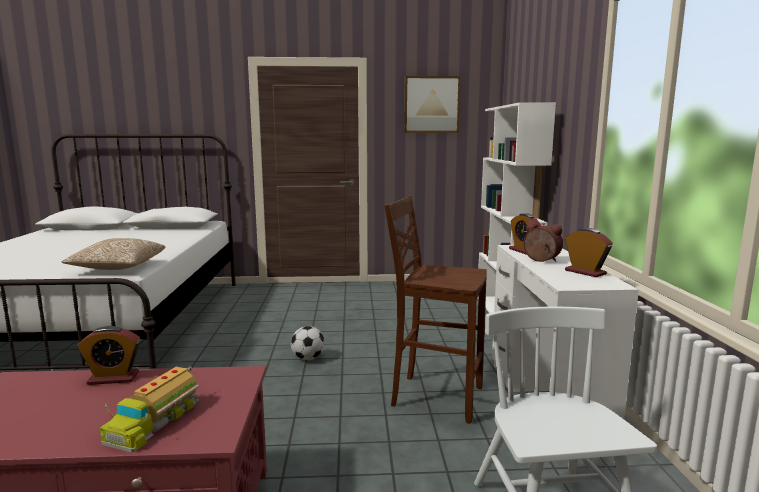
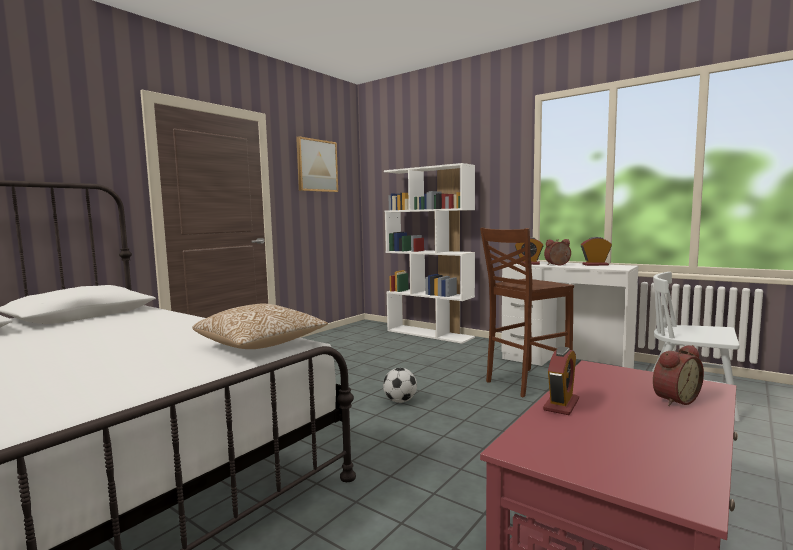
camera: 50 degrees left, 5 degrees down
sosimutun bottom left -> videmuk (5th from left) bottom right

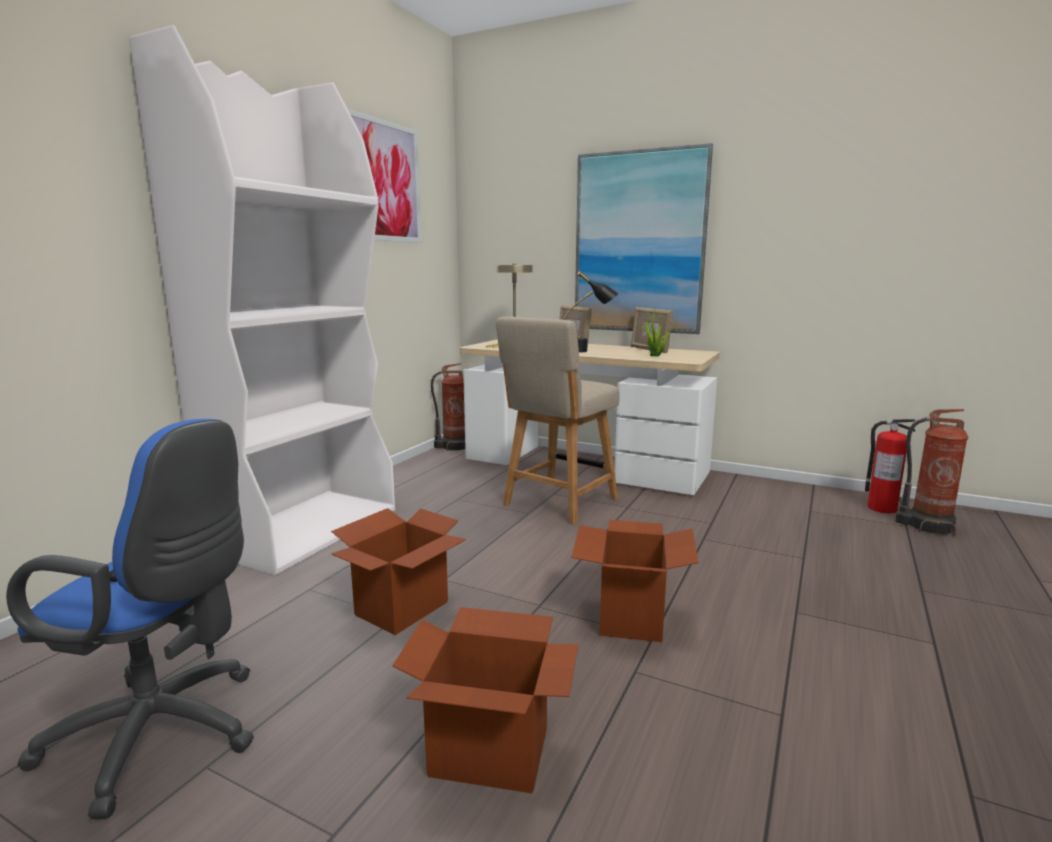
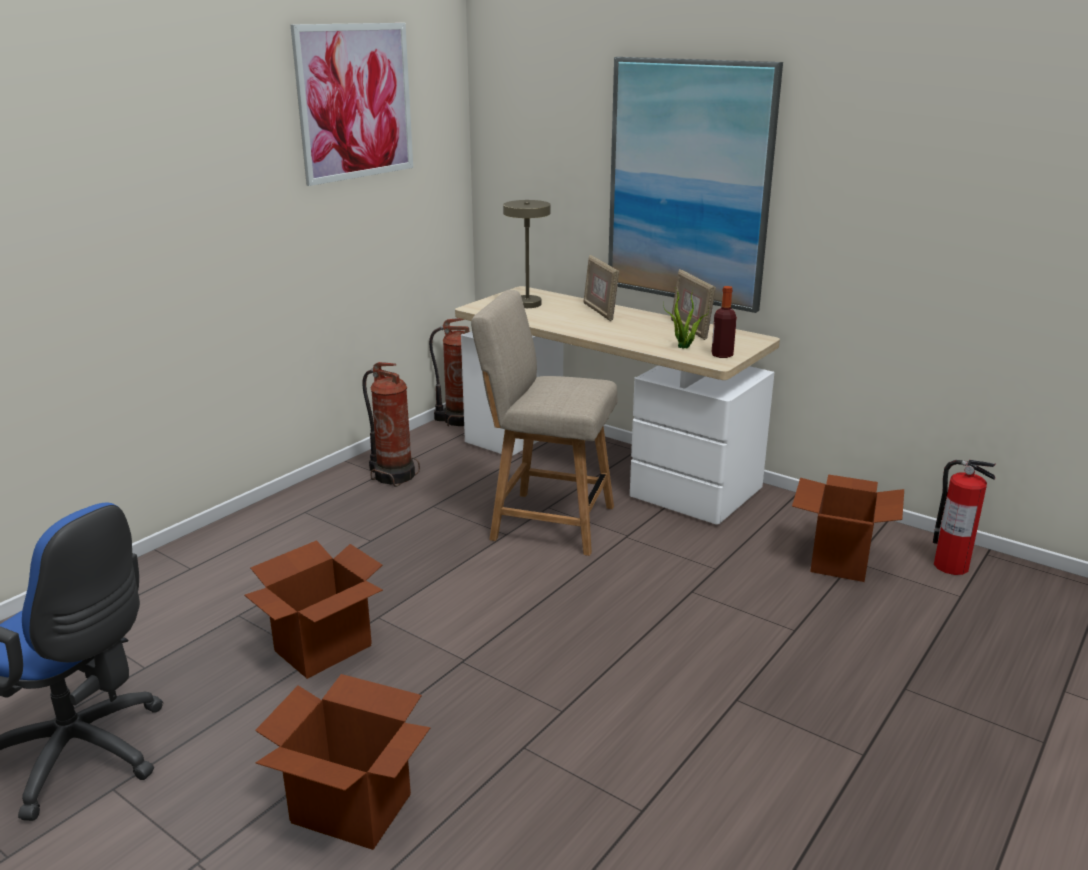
camera: 10 degrees right, 10 degrees up
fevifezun (3rd from left in the first image) middle right -> fevifezun (1st from left) centre, moved
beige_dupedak centre, 60 degrees clockwise
none -> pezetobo centre
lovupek (3rd from left) bottom centre -> lovupek (3rd from left) middle right, moved
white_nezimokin middle left -> none
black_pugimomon centre -> none

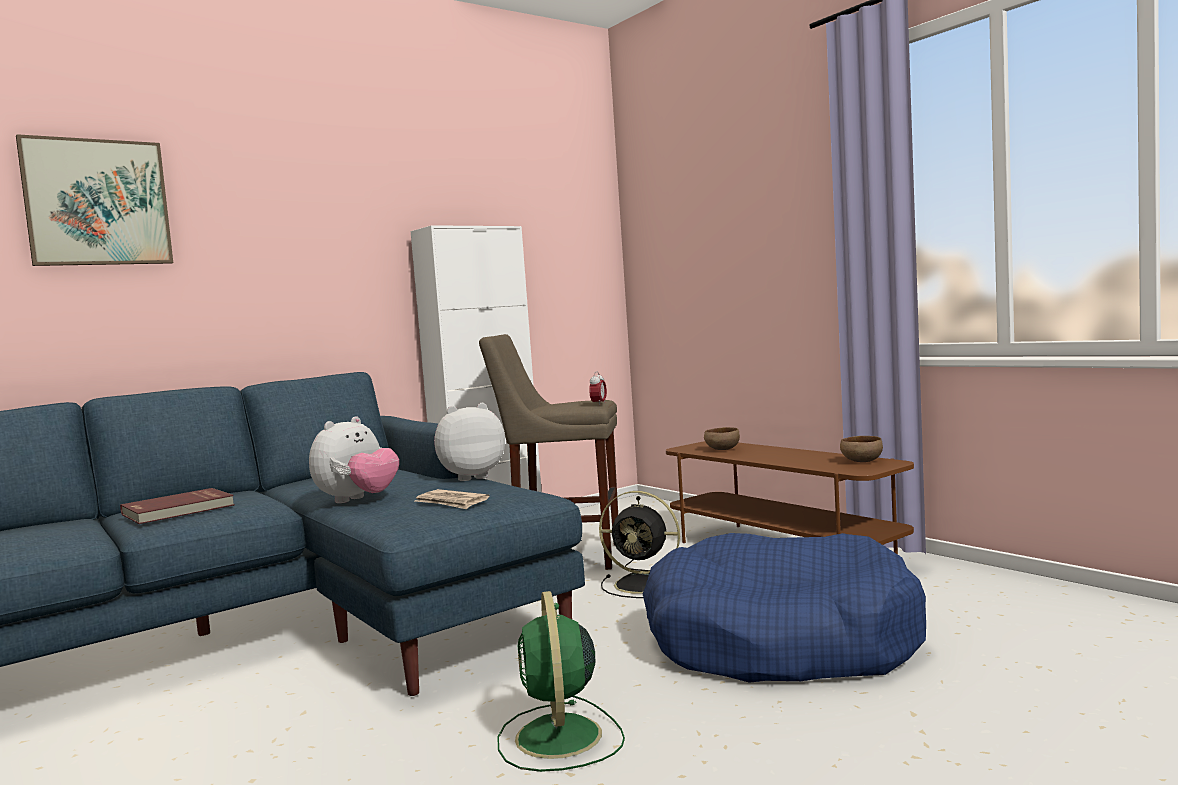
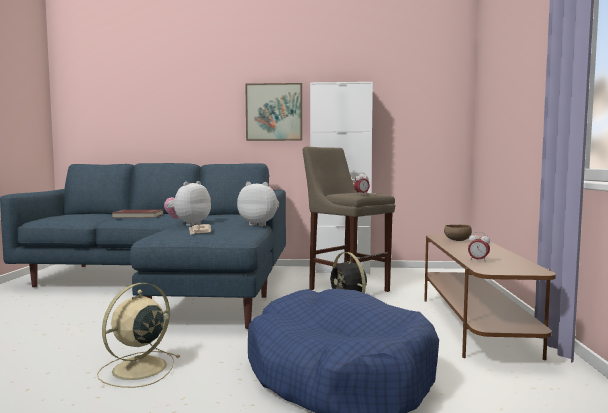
camera: 40 degrees right, 0 degrees up
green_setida bottom centre -> beige_setida bottom left
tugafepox (1st from left) middle left, 135 degrees clockwise
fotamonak top left -> fotamonak top centre, moved
none -> videmuk (2nd from left) middle right
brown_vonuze (2nd from left) middle right -> none

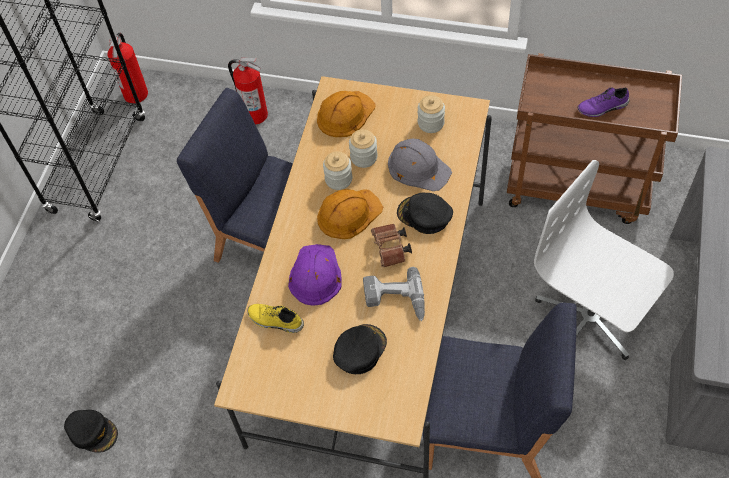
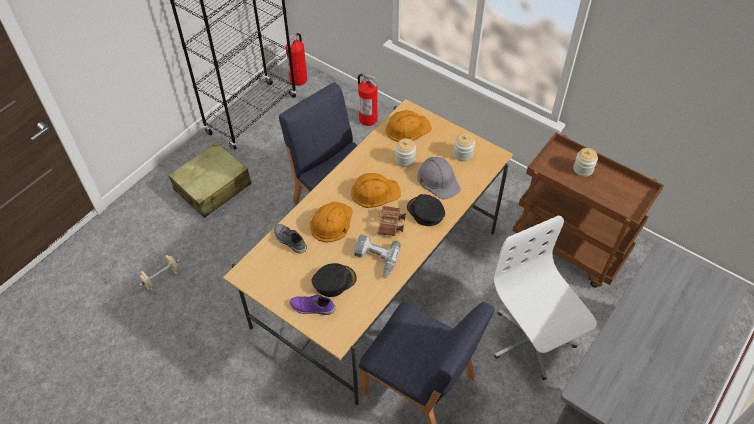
camera: 20 degrees right, 5 degrees down
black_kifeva (1st from left) bottom left -> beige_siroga middle left
none -> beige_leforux middle left
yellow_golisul centre -> grey_golisul centre
purple_golisul top right -> purple_golisul bottom centre, moved
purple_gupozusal centre -> orange_gupozusal (1st from left) centre
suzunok (1st from left in the first image) centre -> suzunok (3rd from left) middle right, moved

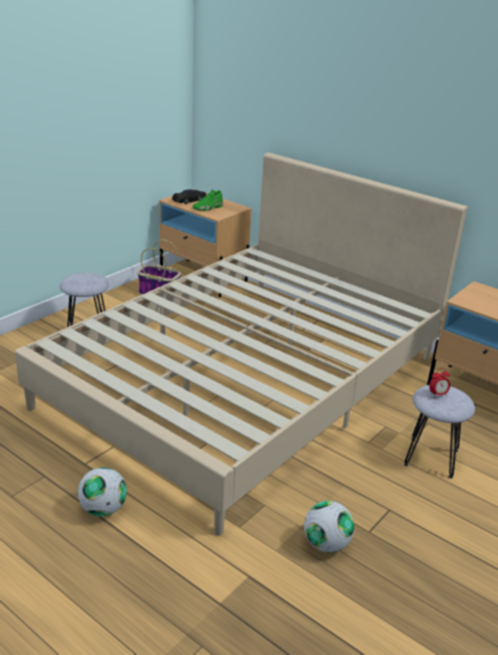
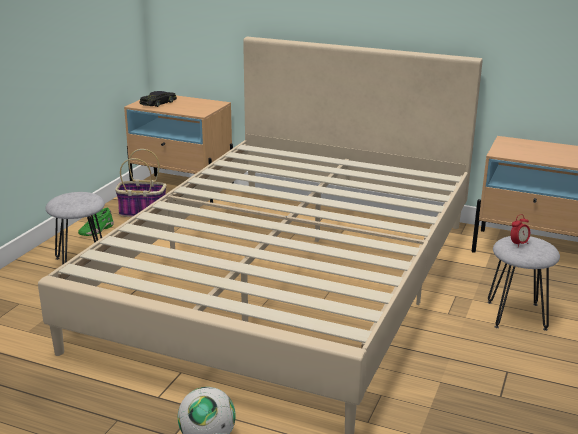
camera: 15 degrees left, 5 degrees down
green_golisul top centre -> green_golisul middle left, moved
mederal (2nd from left) bottom centre -> none

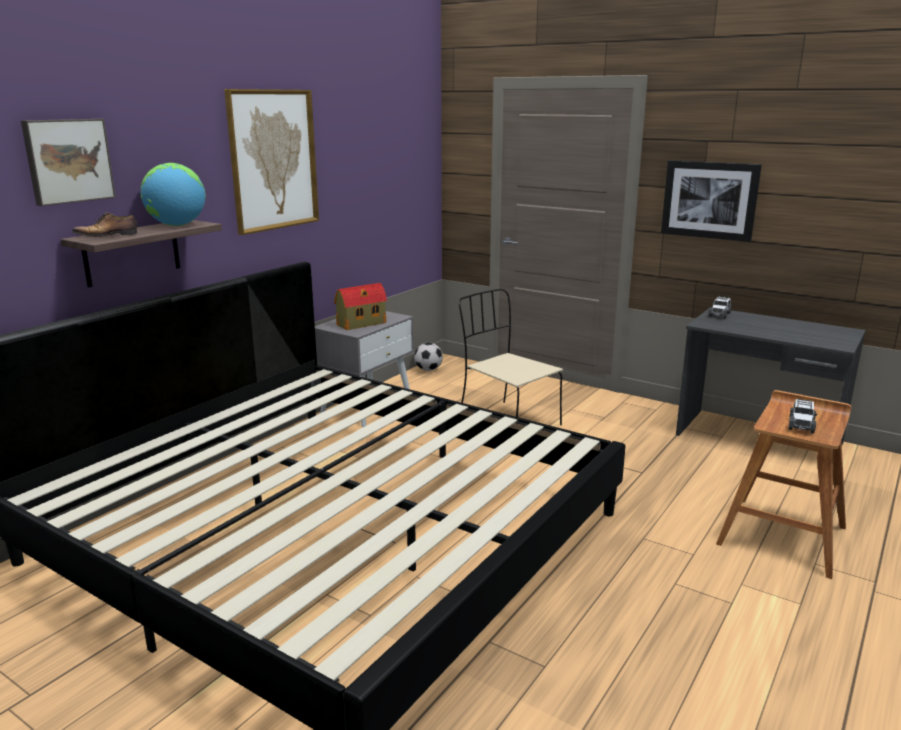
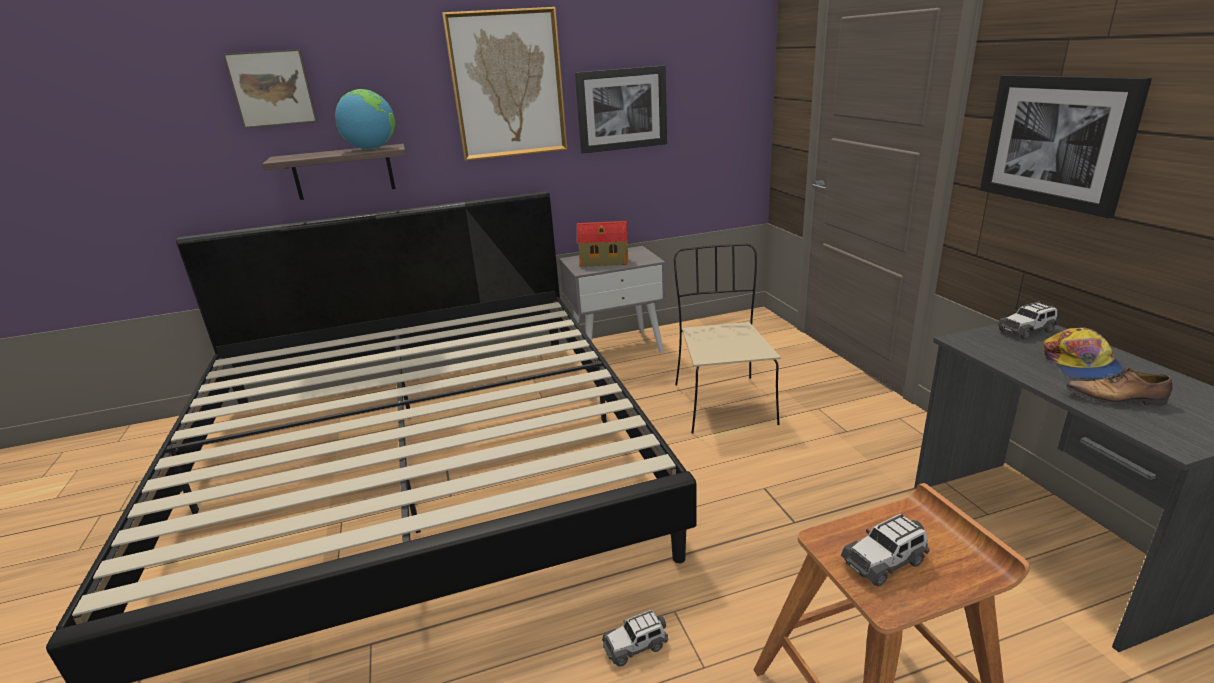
camera: 40 degrees right, 5 degrees up
none -> fotamonak (3rd from left) top centre
none -> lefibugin (1st from left) bottom centre
none -> kifeva middle right
golisul top left -> golisul middle right, moved
mederal centre -> none

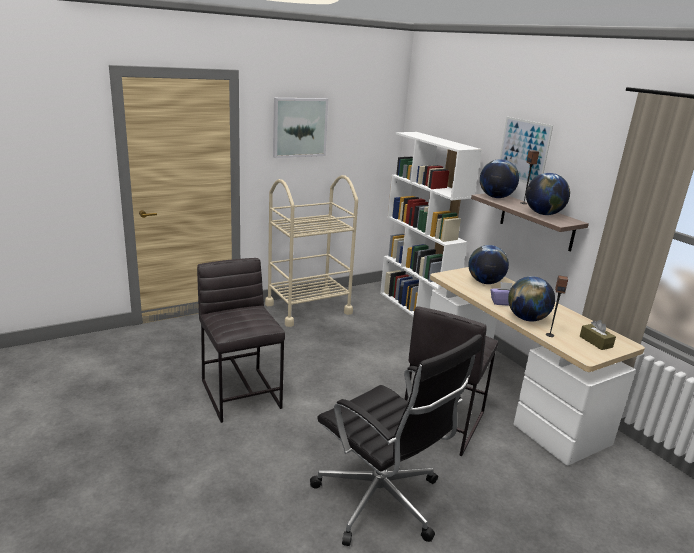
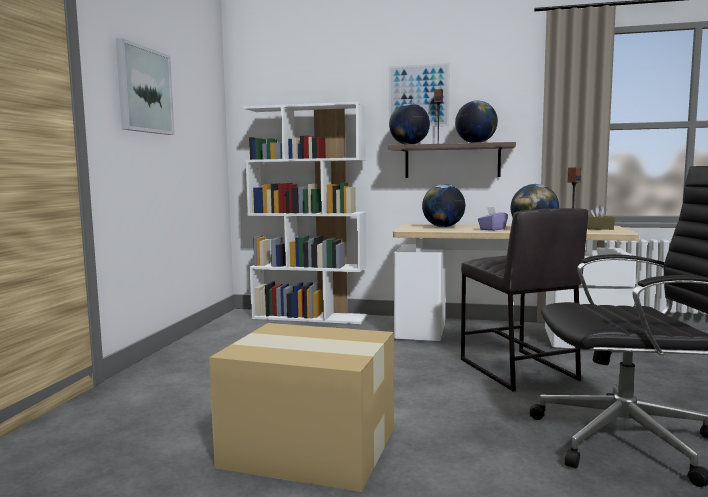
camera: 45 degrees left, 15 degrees down
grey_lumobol (1st from left) centre -> lovupek bottom centre
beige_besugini centre -> none

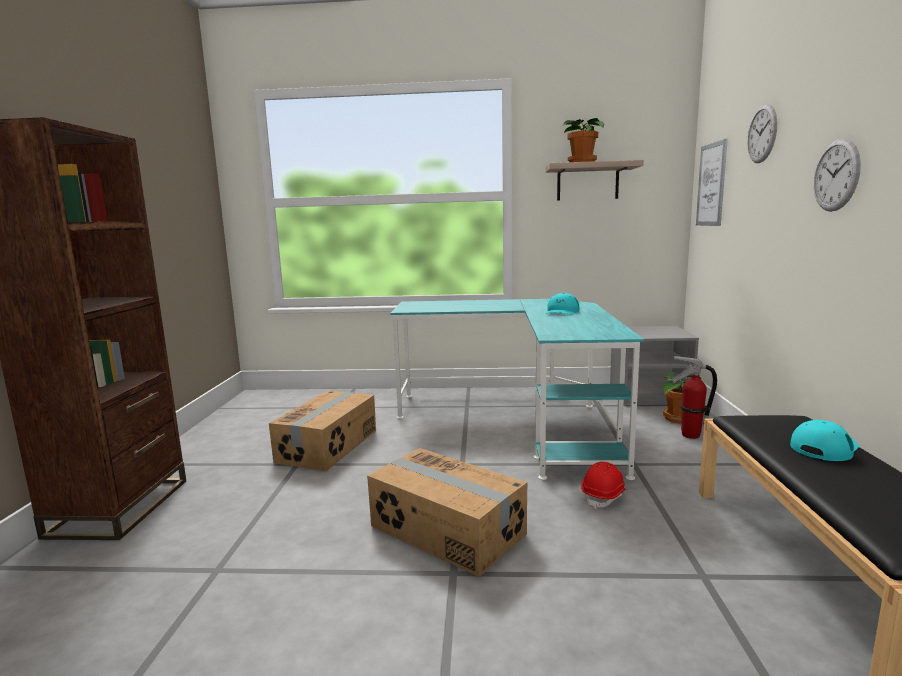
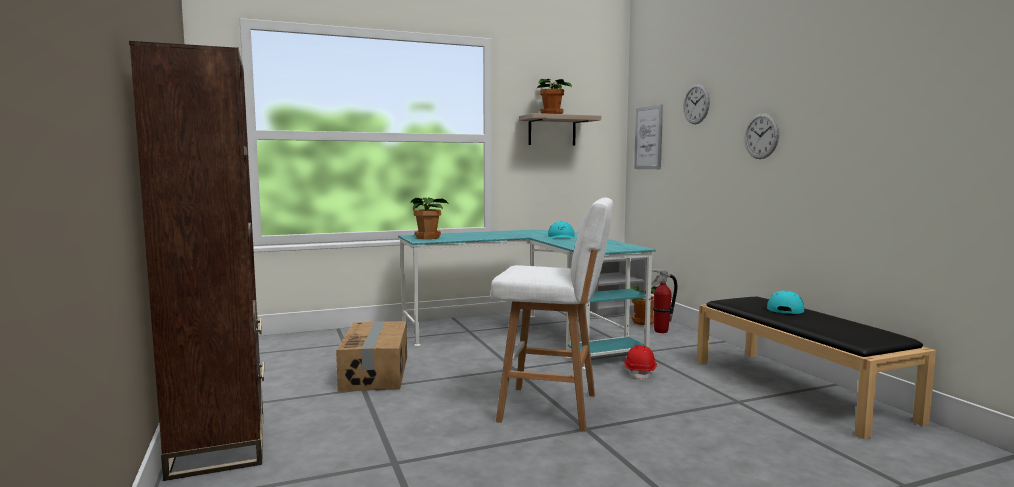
camera: 25 degrees left, 5 degrees down
none -> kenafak (1st from left) centre
lovupek (2nd from left) bottom centre -> white_lumobol centre

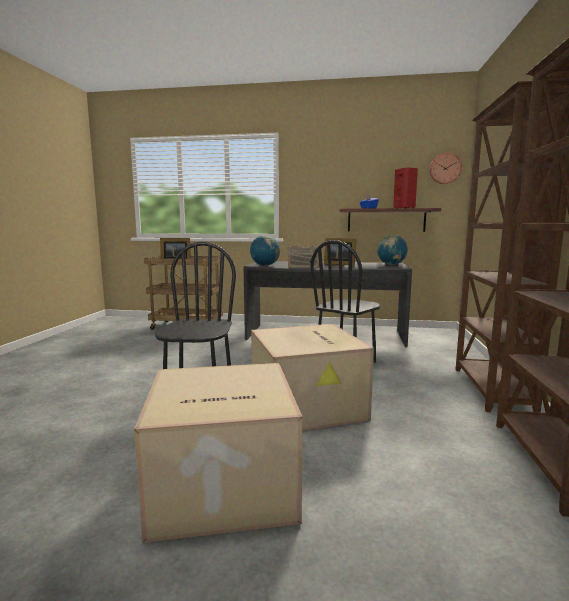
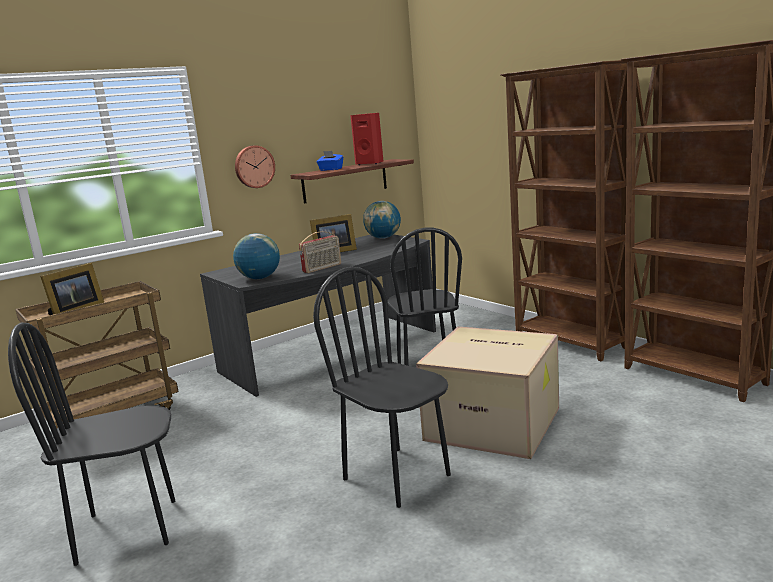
camera: 45 degrees left, 5 degrees up
none -> black_dupedak (1st from left) bottom left
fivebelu top right -> fivebelu top left, moved
lovupek (1st from left) bottom centre -> none

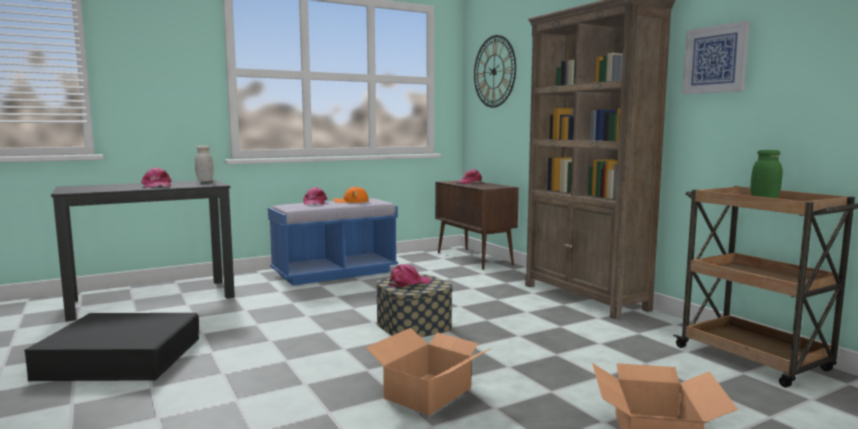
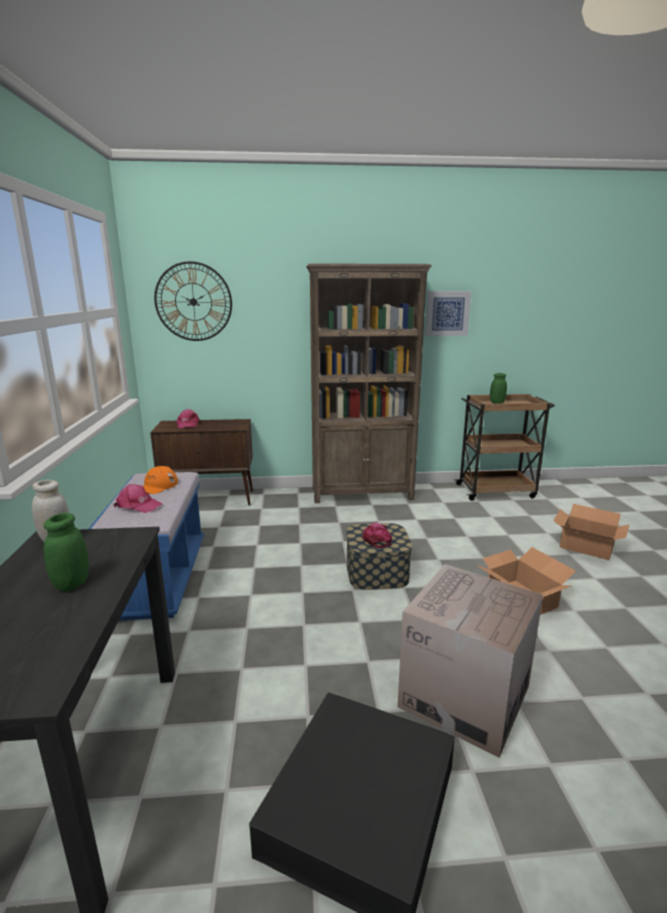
camera: 65 degrees left, 10 degrees up
pink_kifeva (1st from left) middle left -> green_suzunok (1st from left) middle left
none -> lovupek (1st from left) bottom right

